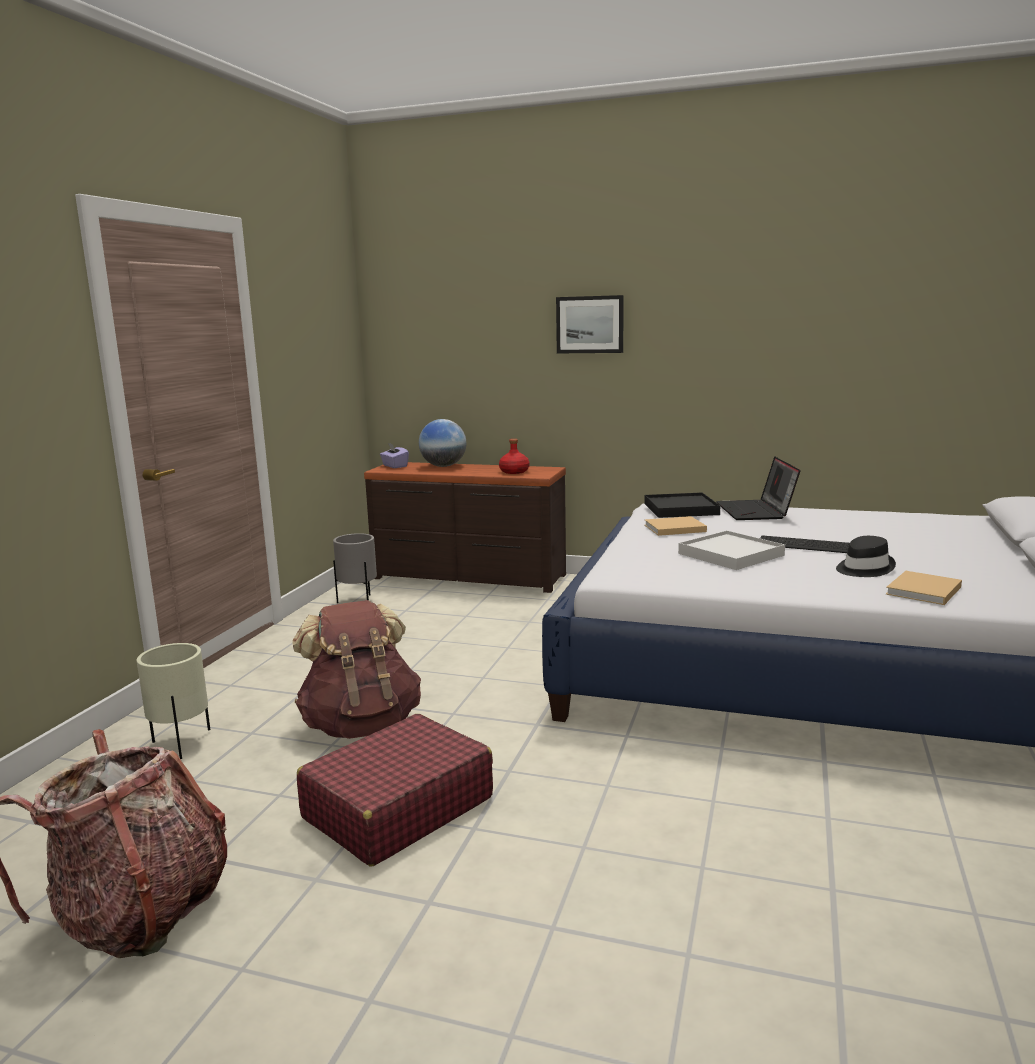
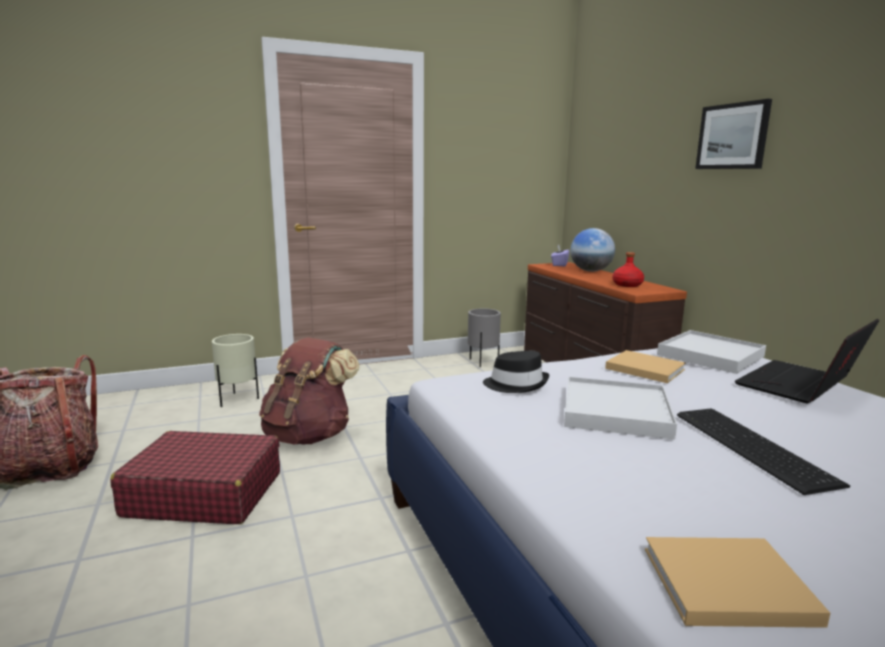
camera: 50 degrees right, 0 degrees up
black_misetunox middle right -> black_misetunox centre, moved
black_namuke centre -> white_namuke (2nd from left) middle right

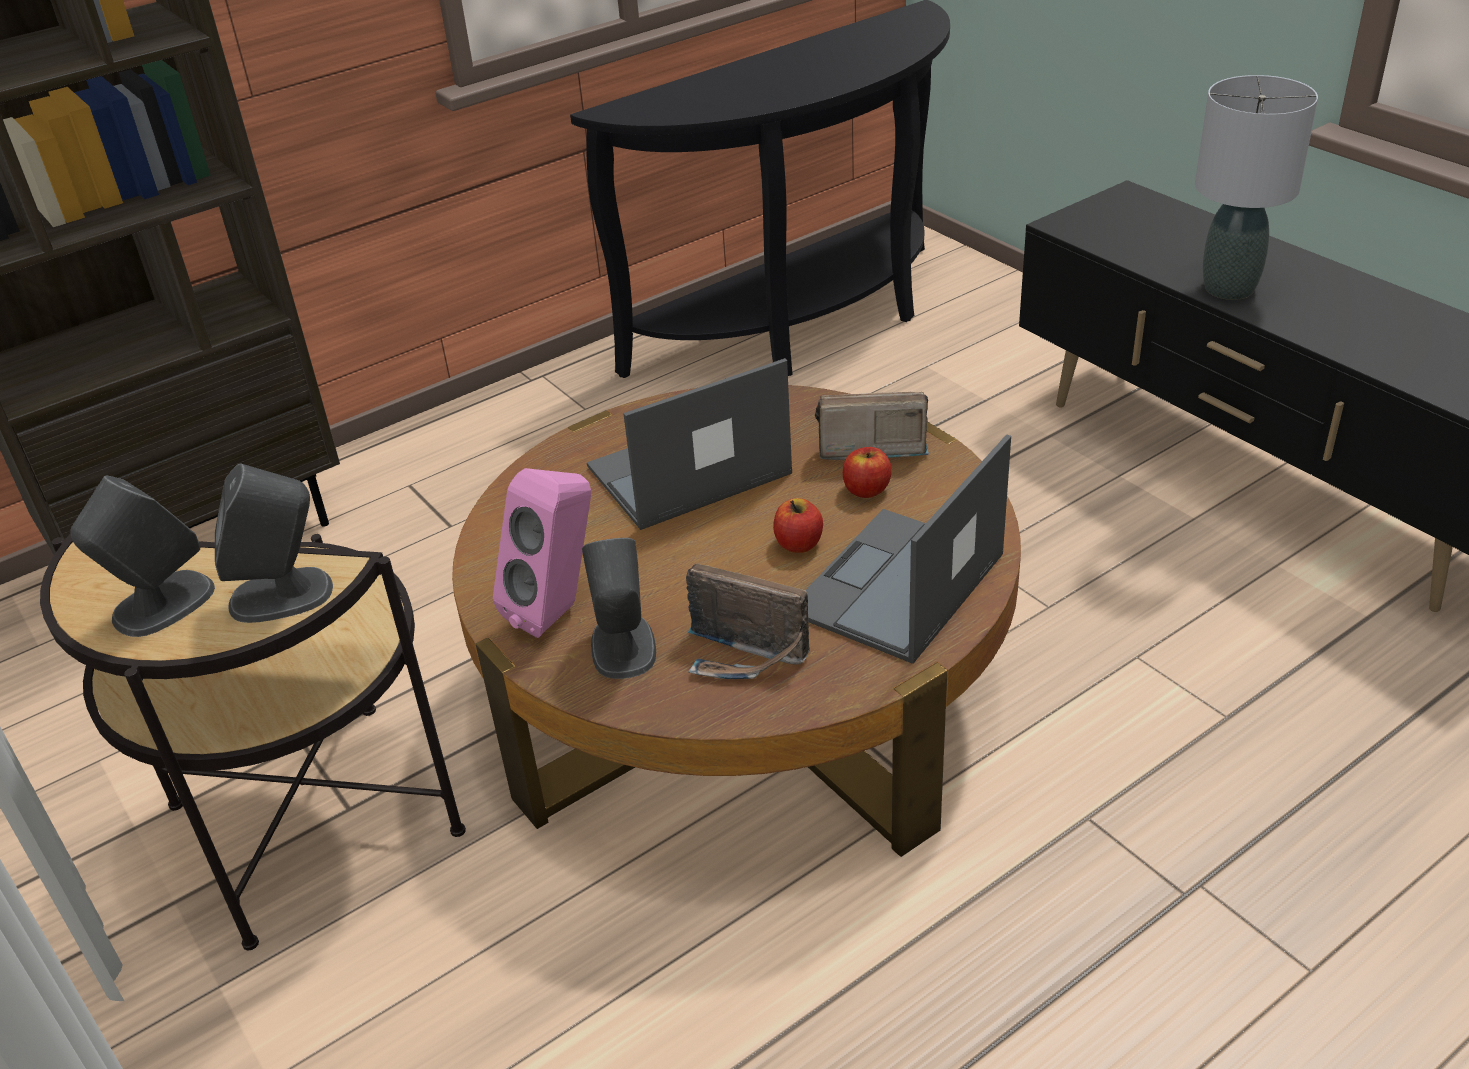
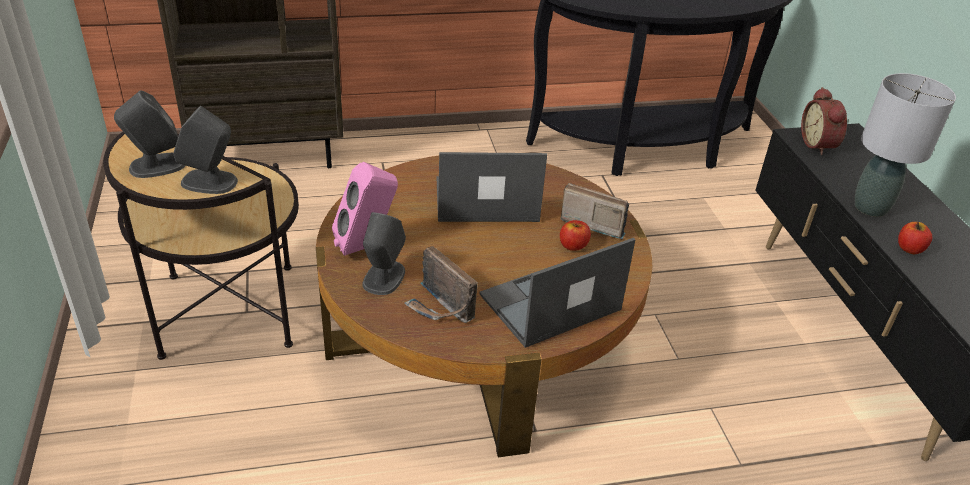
camera: 20 degrees right, 0 degrees up
none -> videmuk top right
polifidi (1st from left in the first image) centre -> polifidi (2nd from left) middle right, moved

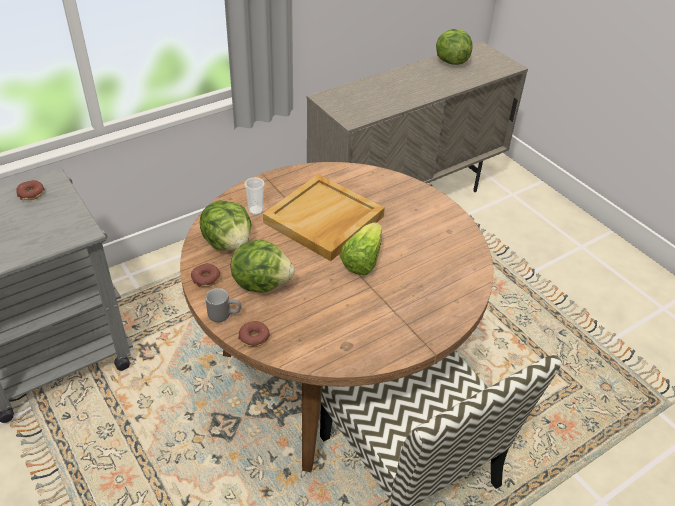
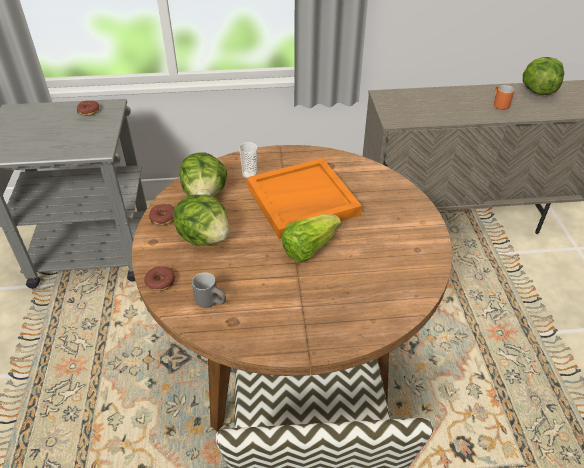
camera: 30 degrees right, 0 degrees up
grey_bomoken middle left -> grey_bomoken centre, moved
beige_namuke centre -> orange_namuke centre
none -> orange_bomoken top right

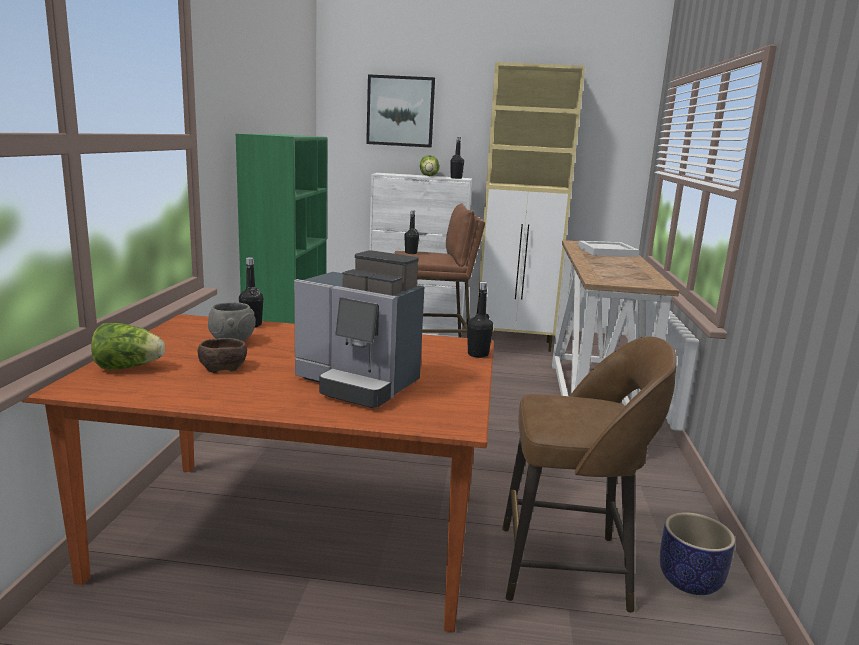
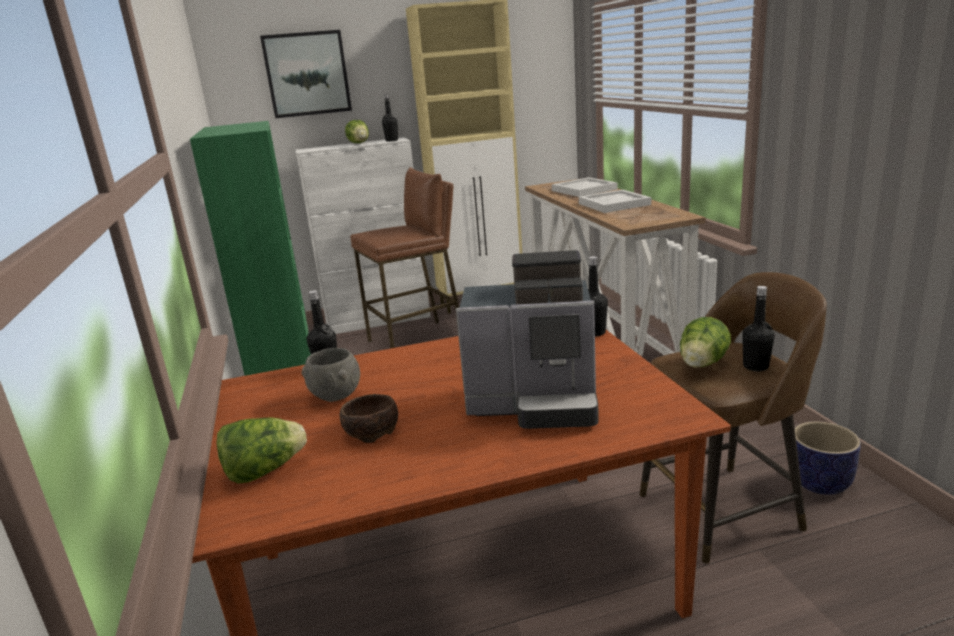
camera: 20 degrees left, 5 degrees up
none -> white_namuke (2nd from left) top centre
none -> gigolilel (3rd from left) middle right
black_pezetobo (2nd from left in the first image) centre -> black_pezetobo (4th from left) middle right, moved

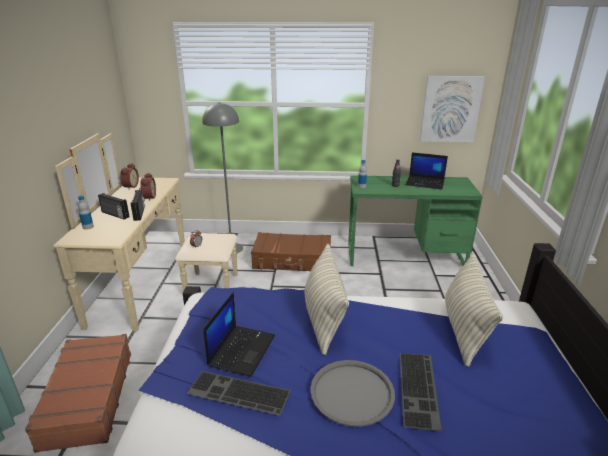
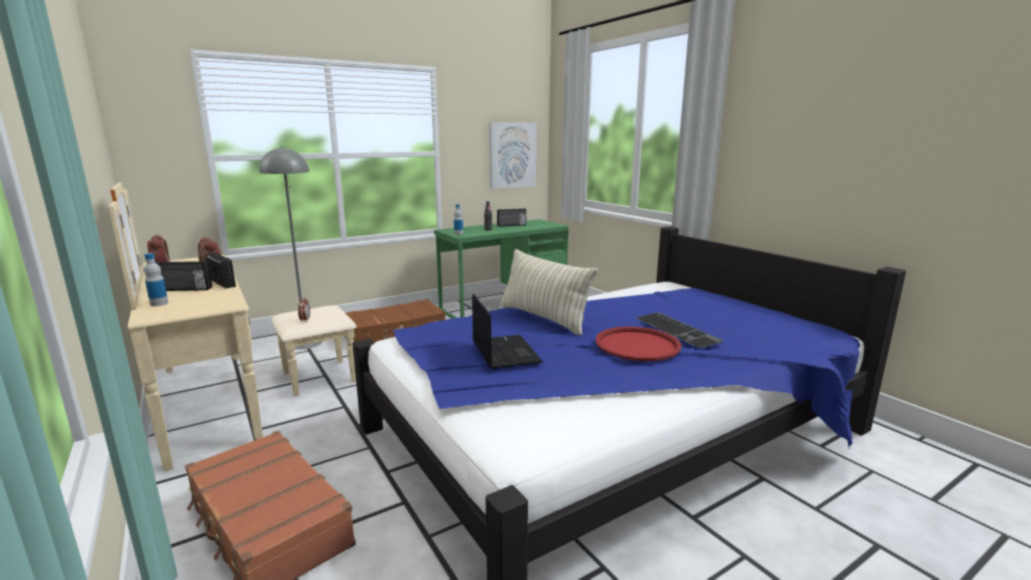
camera: 35 degrees left, 10 degrees down
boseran (2nd from left) middle right -> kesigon (3rd from left) centre
grey_namuke bottom centre -> red_namuke centre
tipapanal (1st from left) bottom centre -> none
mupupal (2nd from left) bottom right -> none

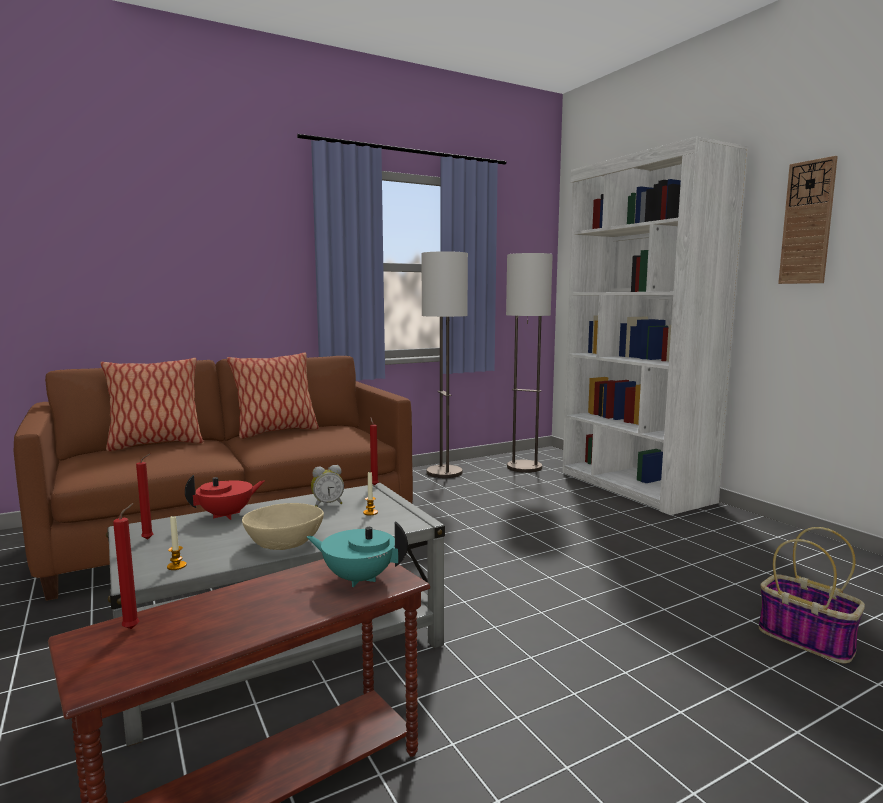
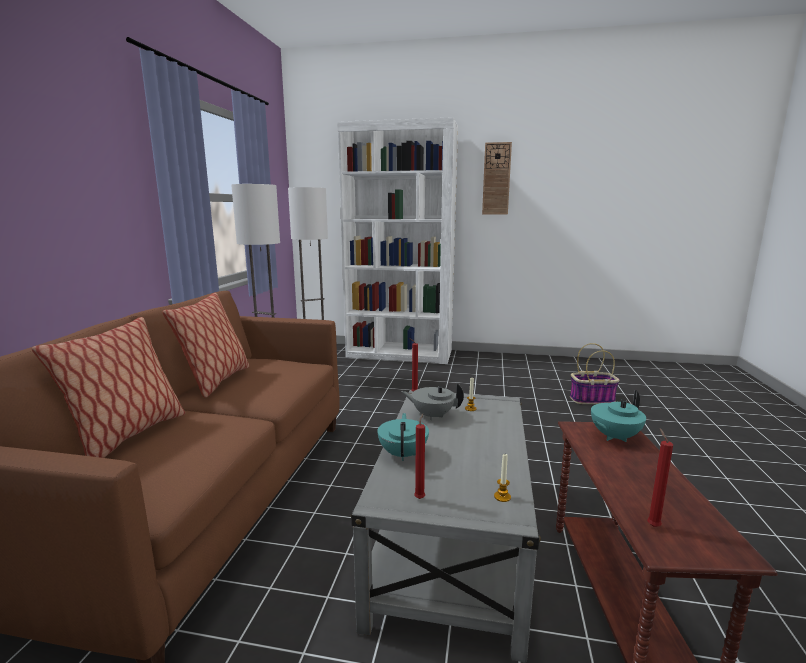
camera: 50 degrees left, 5 degrees up
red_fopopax middle left -> turquoise_fopopax (1st from left) centre
videmuk centre -> grey_fopopax centre
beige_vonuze middle left -> none

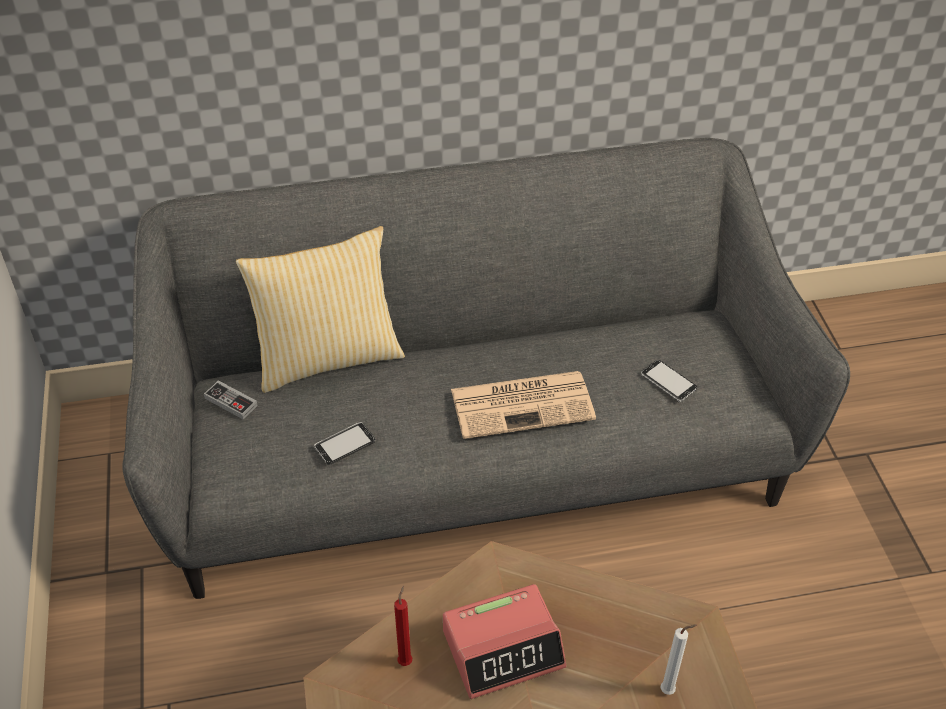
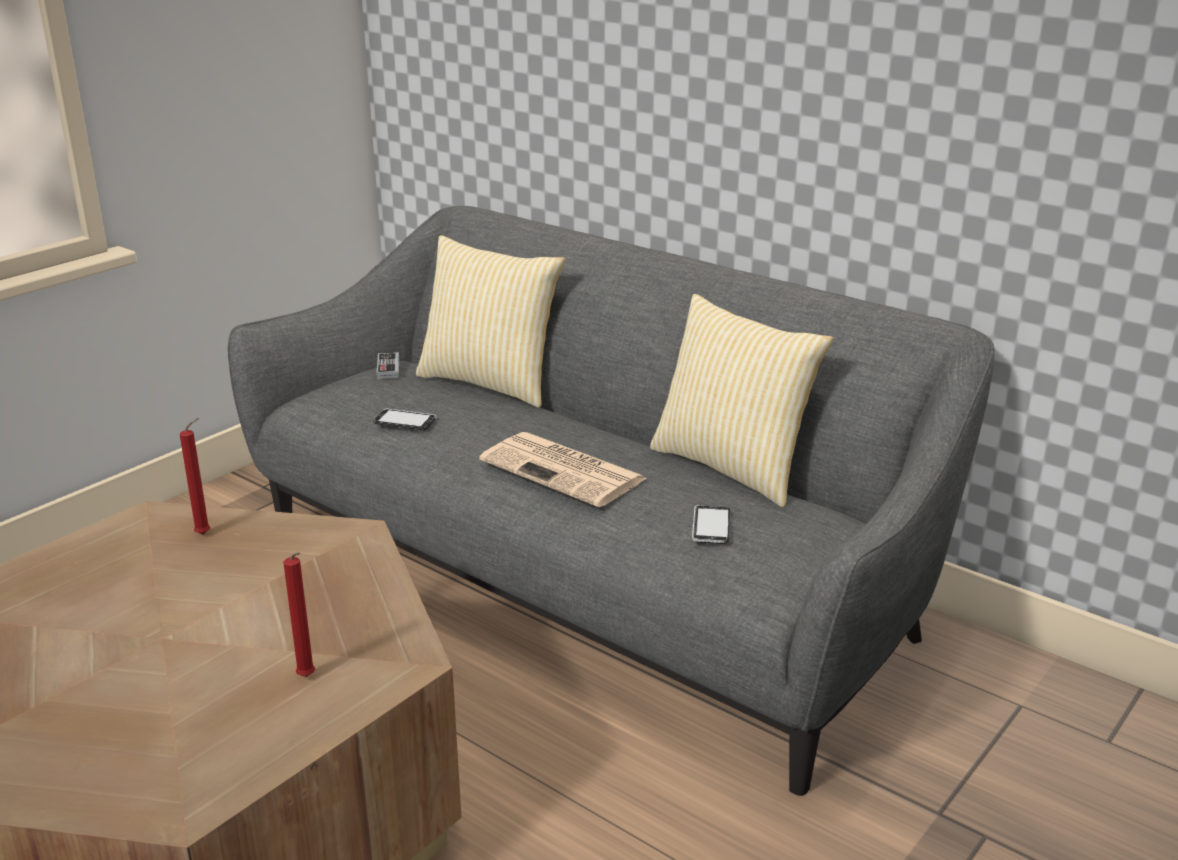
camera: 50 degrees right, 20 degrees down
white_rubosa bottom right -> red_rubosa (2nd from left) bottom left
none -> mupupal (2nd from left) centre
videmuk bottom centre -> none

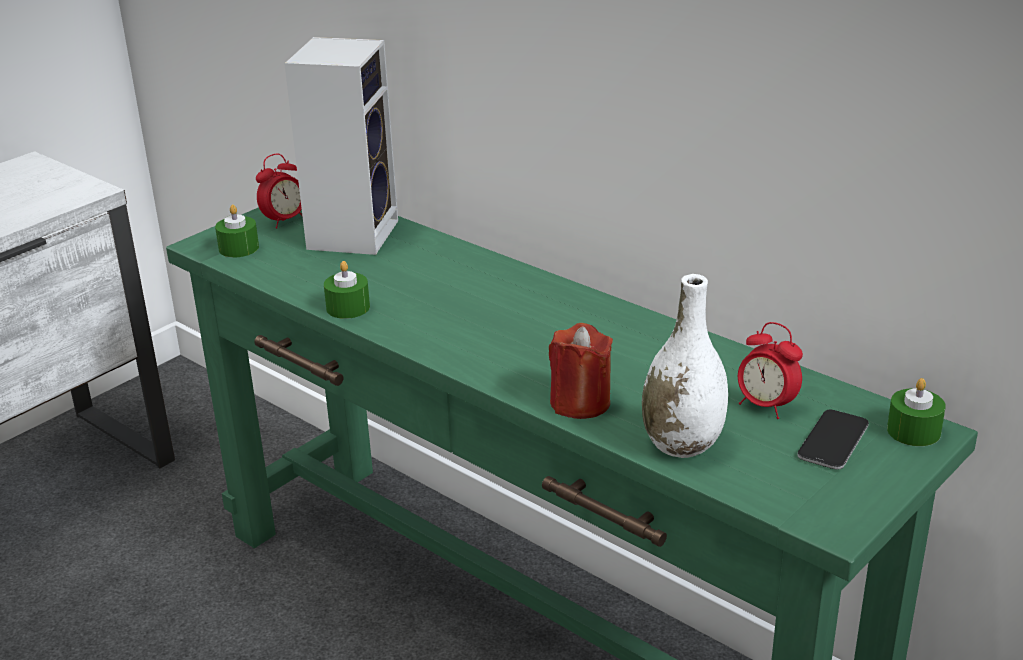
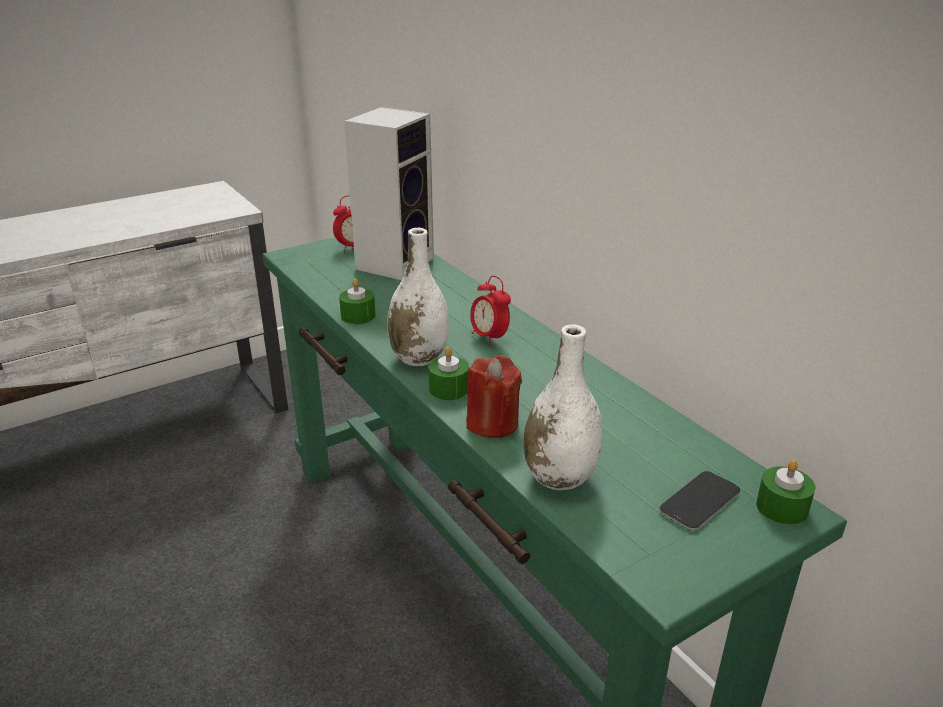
camera: 15 degrees right, 0 degrees up
none -> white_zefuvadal (1st from left) centre
green_rubosa (1st from left in the first image) middle left -> green_rubosa (2nd from left) centre, moved
videmuk (2nd from left) middle right -> videmuk (2nd from left) centre, moved

